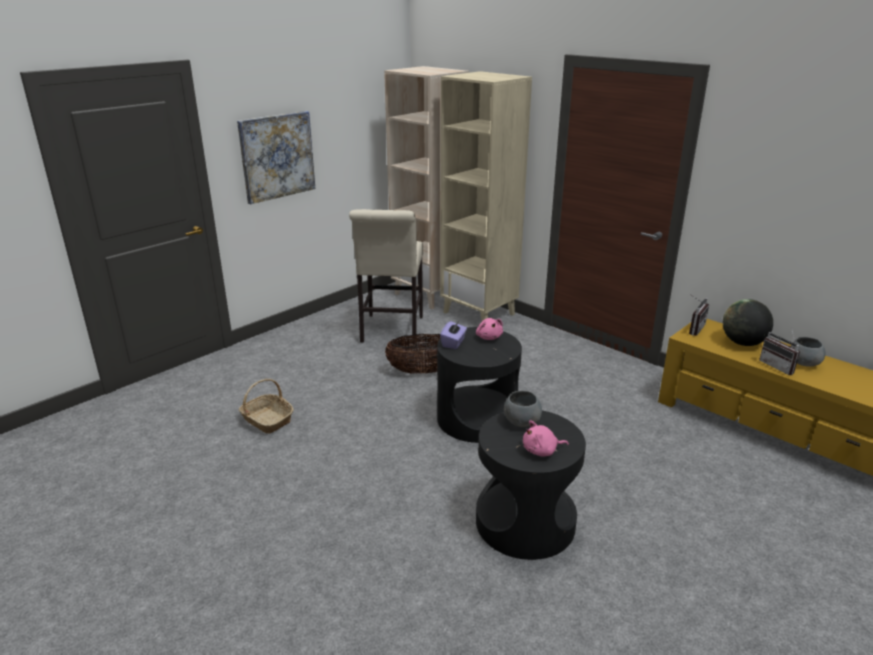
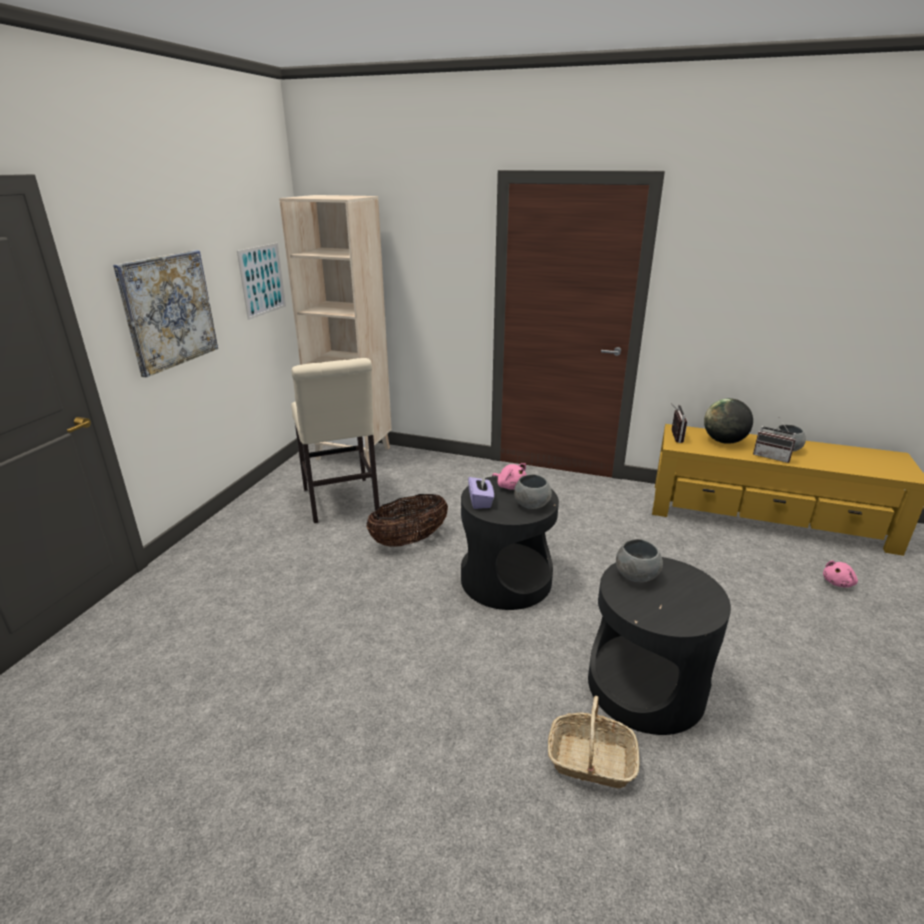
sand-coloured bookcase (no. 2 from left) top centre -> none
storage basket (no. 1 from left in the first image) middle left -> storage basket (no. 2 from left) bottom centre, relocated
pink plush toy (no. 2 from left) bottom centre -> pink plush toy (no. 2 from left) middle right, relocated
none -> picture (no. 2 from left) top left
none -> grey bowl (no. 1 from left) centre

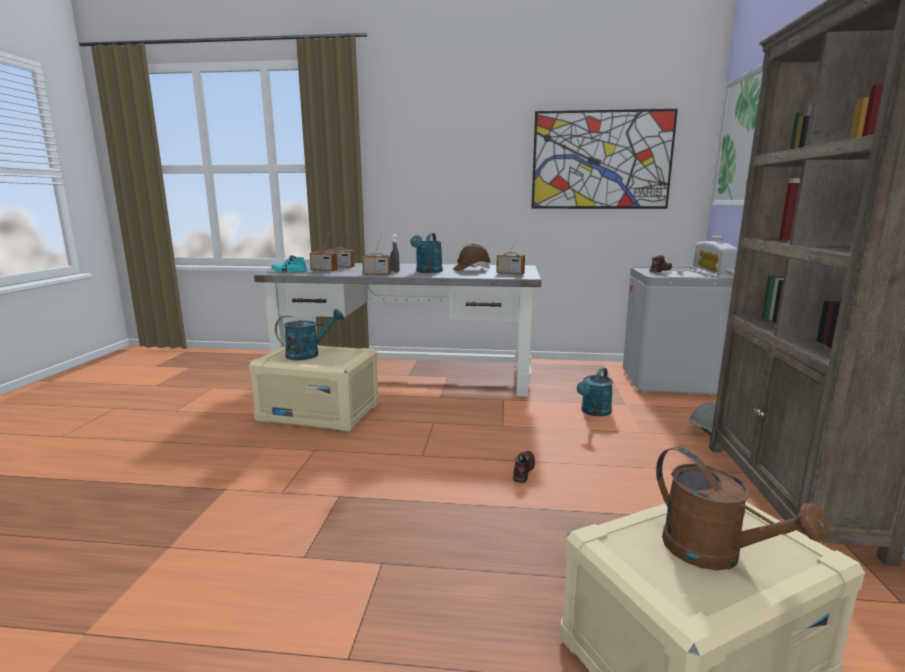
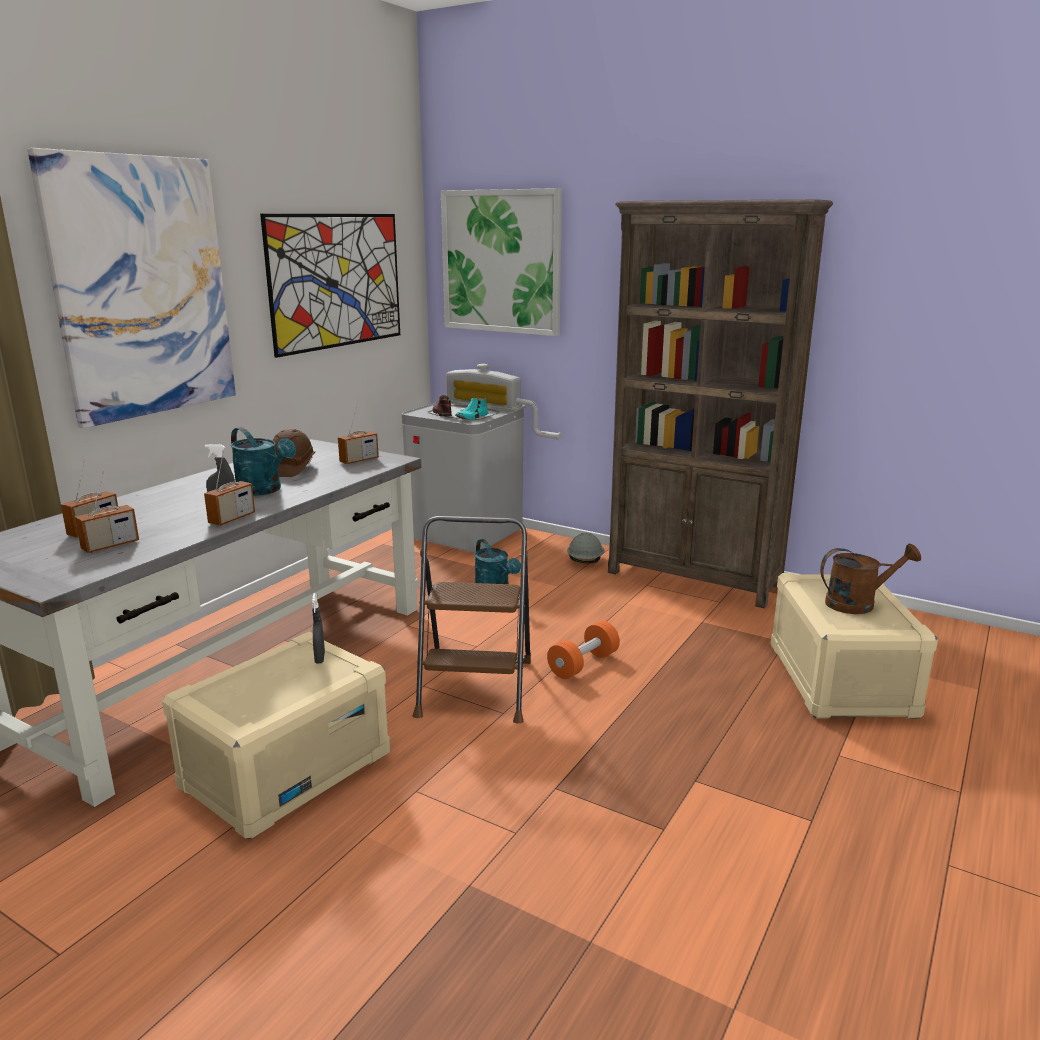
turquoise shoe middle left -> turquoise shoe centre, relocated
turquoise sprinkling can (no. 1 from left) centre -> none
brown shoe (no. 1 from left) bottom centre -> orange-coloured dumbbell centre
none -> picture (no. 1 from left) top left
none -> brown step ladder centre
none -> grey hand sprayer (no. 2 from left) middle left

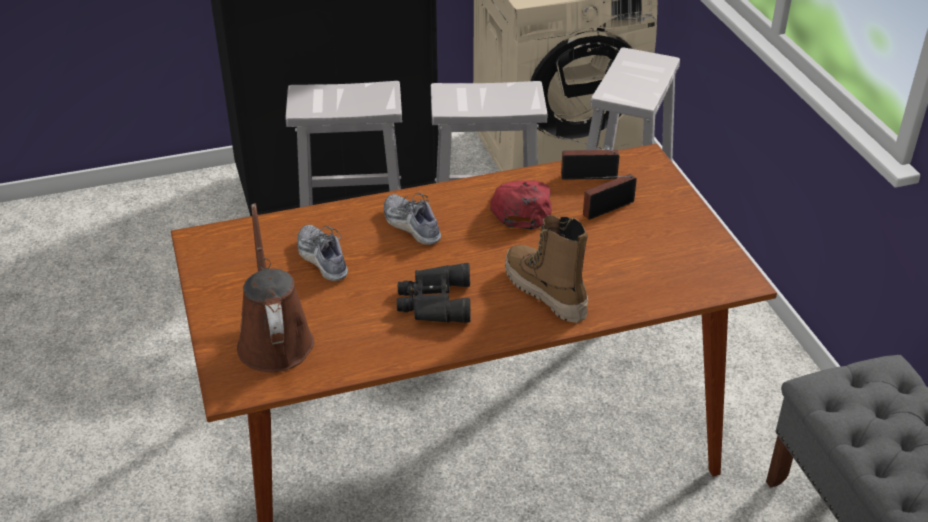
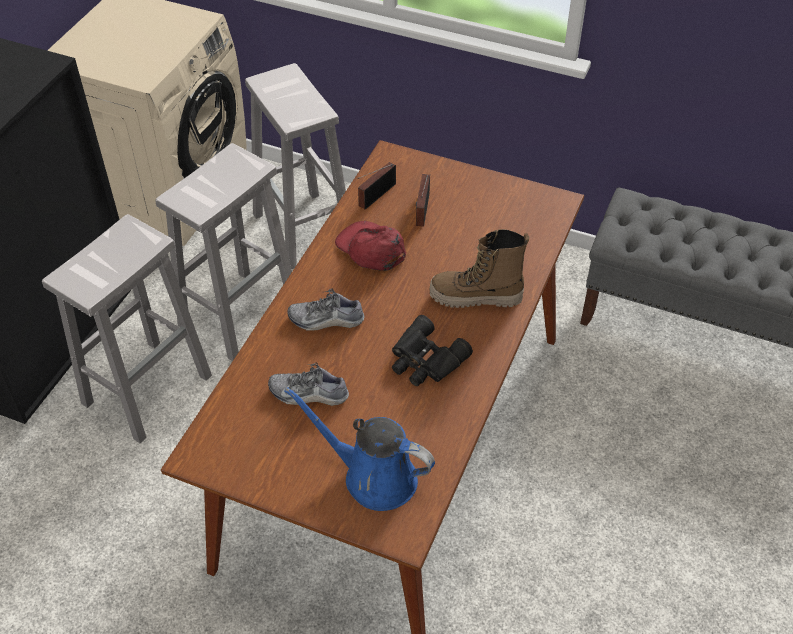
brown sprinkling can middle left -> bluish sprinkling can bottom centre

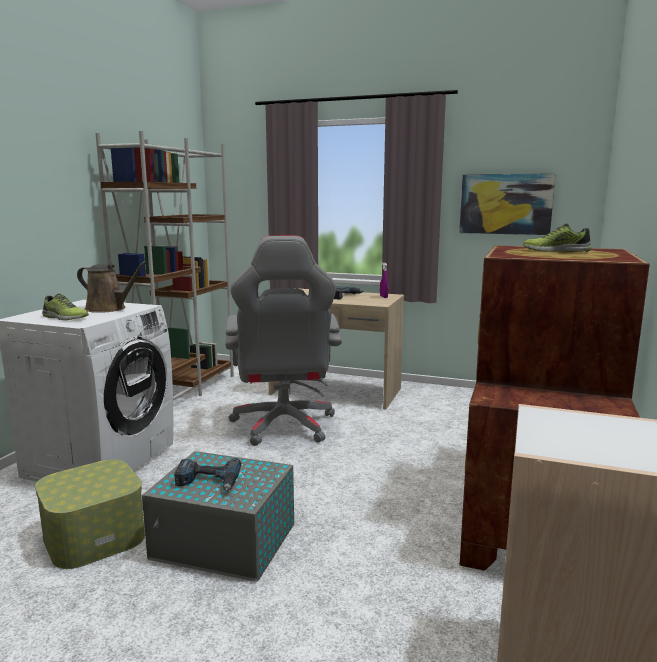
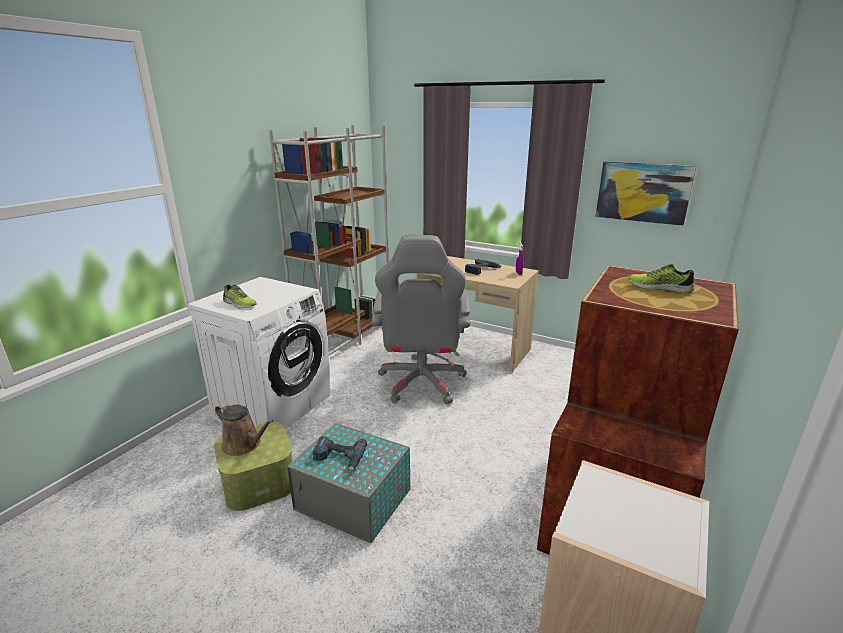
brown sprinkling can middle left -> brown sprinkling can bottom left, relocated

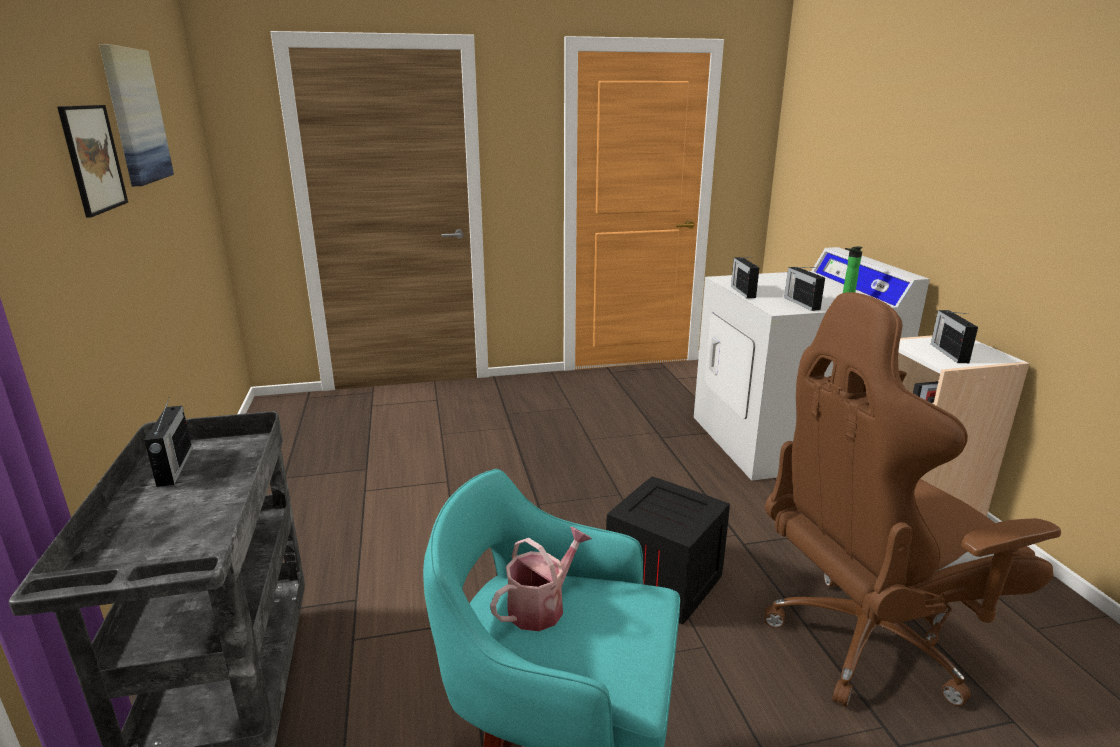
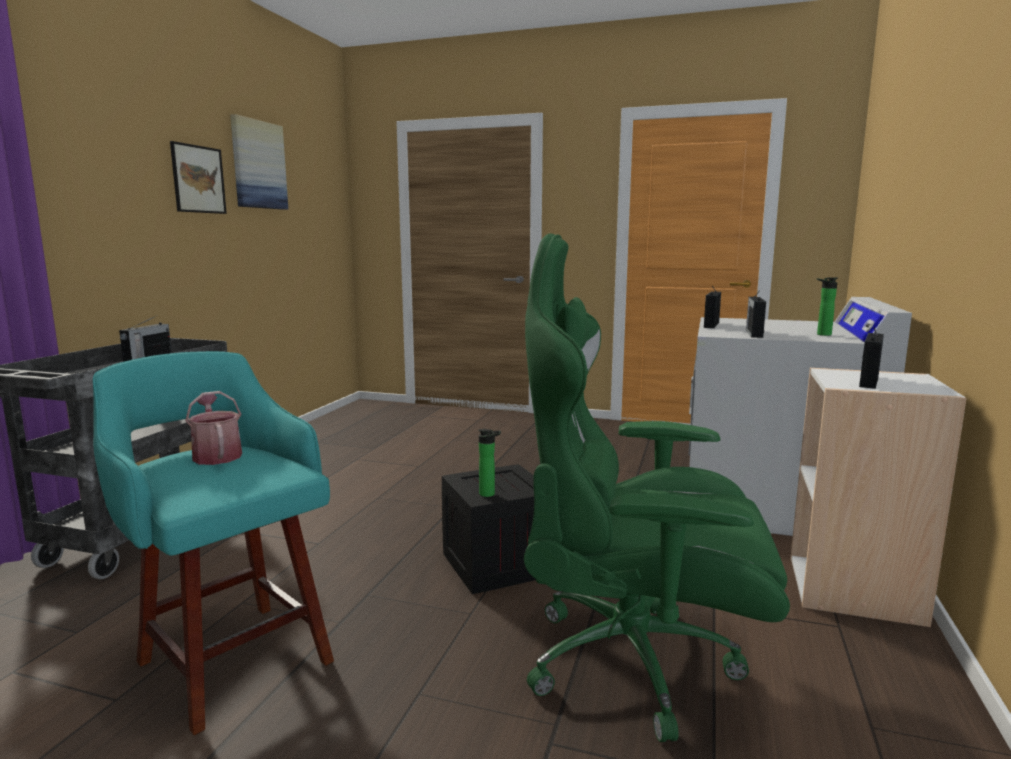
brown office chair bottom right -> greenish office chair centre
sprinkling can bottom centre -> sprinkling can middle left, 105 degrees counterclockwise
none -> bottle (no. 1 from left) centre

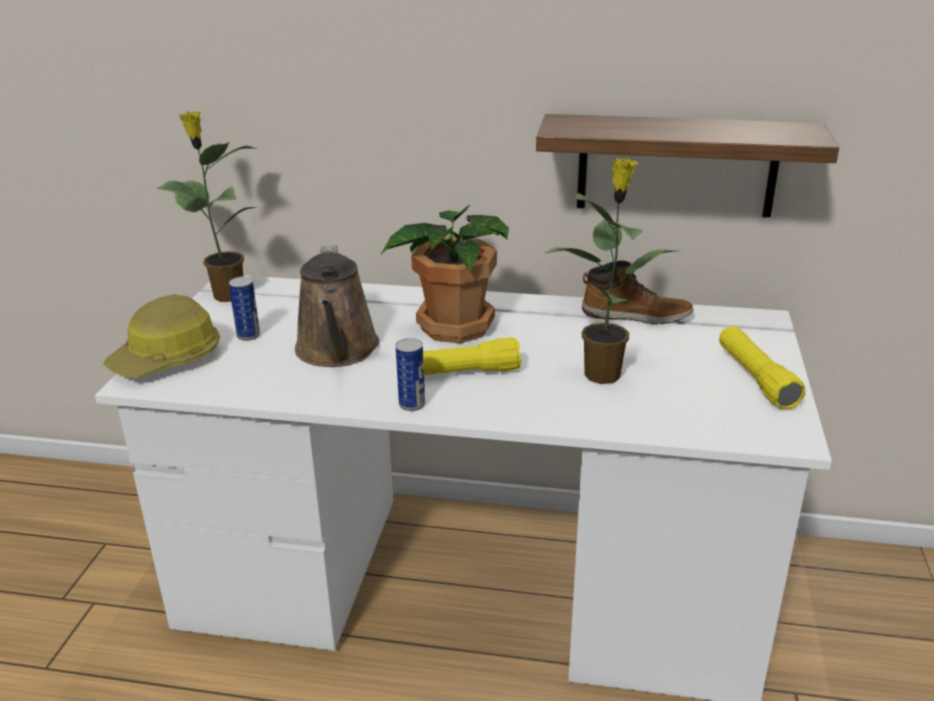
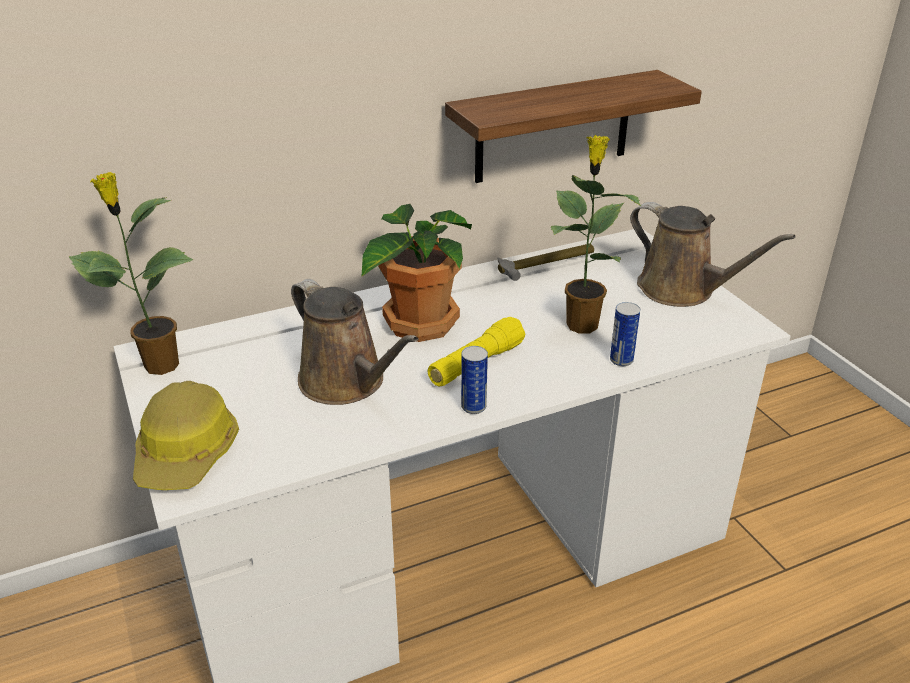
tall boot middle right -> hammer centre
can (no. 1 from left in the first image) middle left -> can (no. 2 from left) middle right, relocated
yellow-coloured hand torch (no. 2 from left) middle right -> brown sprinkling can (no. 2 from left) middle right

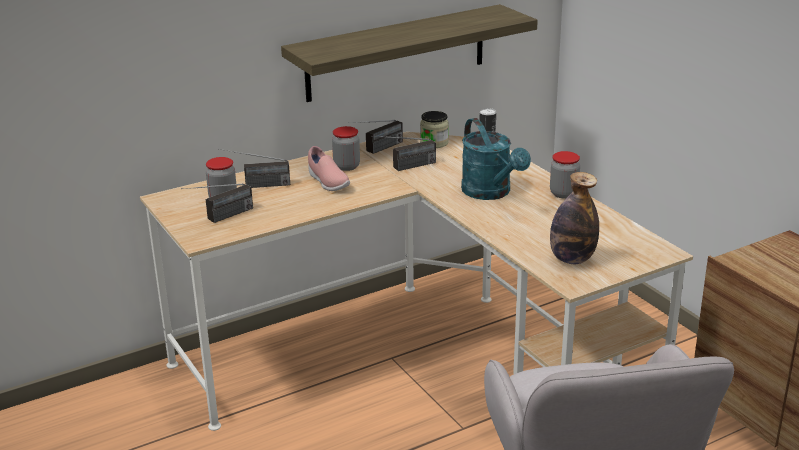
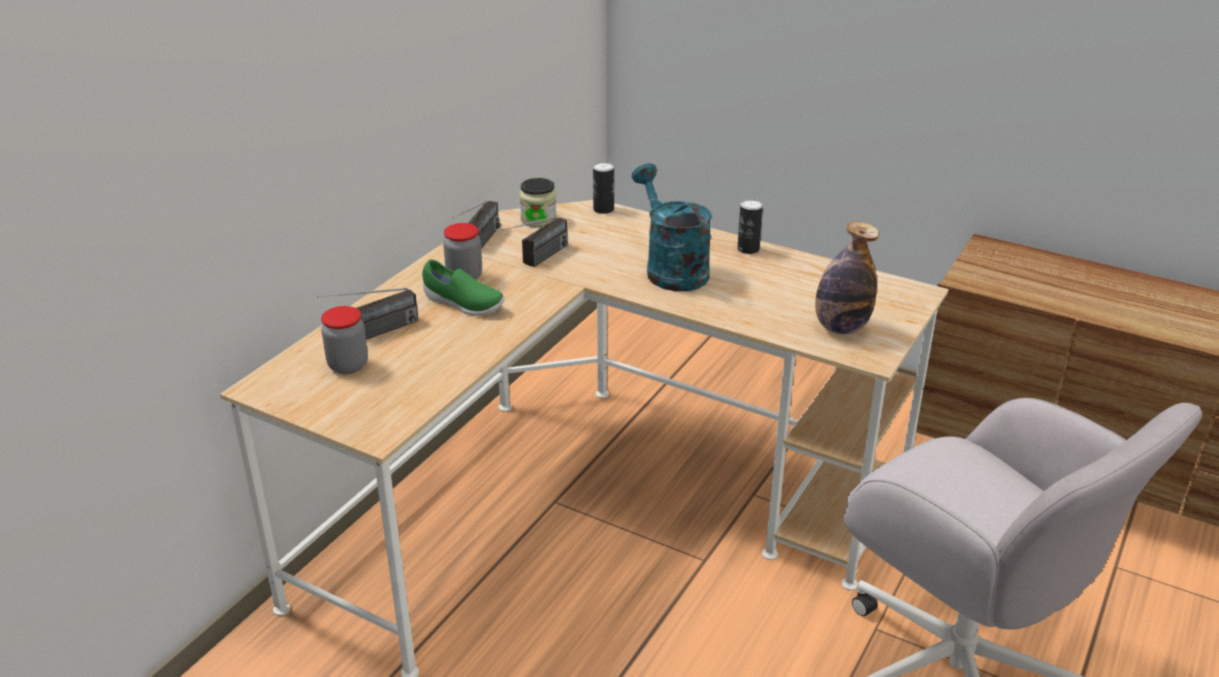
bracket shelf top centre -> none
turquoise sprinkling can centre, 150 degrees counterclockwise
pink shoe centre -> greenish shoe centre
storage jar (no. 4 from left) middle right -> can (no. 2 from left) centre
radio set (no. 1 from left) middle left -> none

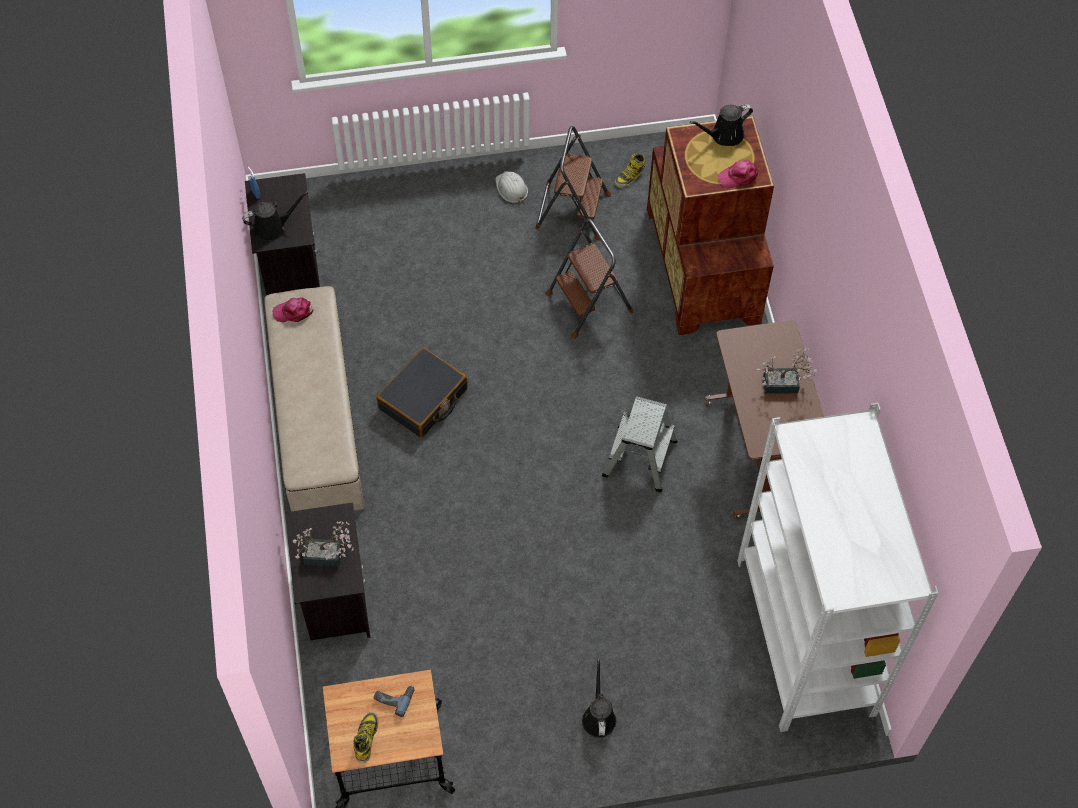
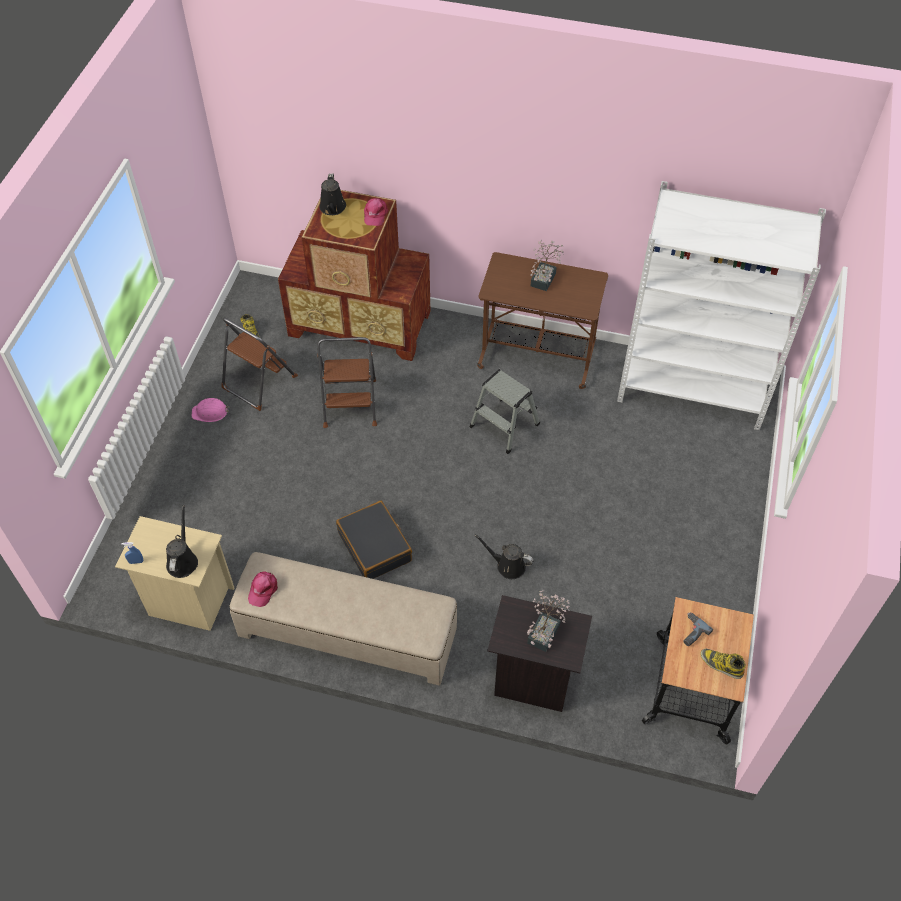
white-coloured work helmet top centre -> pink work helmet middle left
blackish night table (no. 1 from left) top left -> sand-coloured night table middle left
blackish sprinkling can (no. 2 from left in the first image) bottom centre -> blackish sprinkling can (no. 3 from left) centre, relocated

